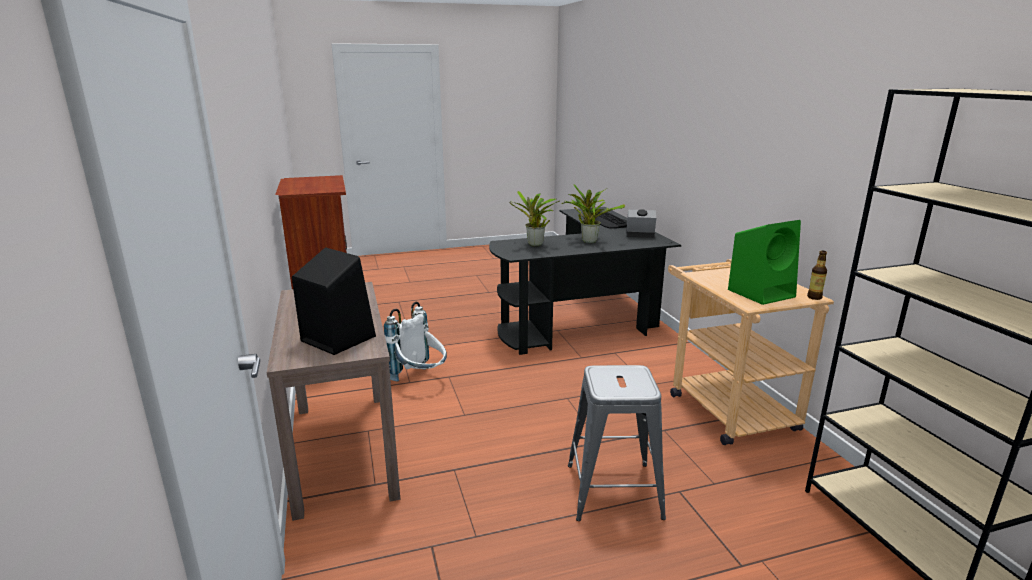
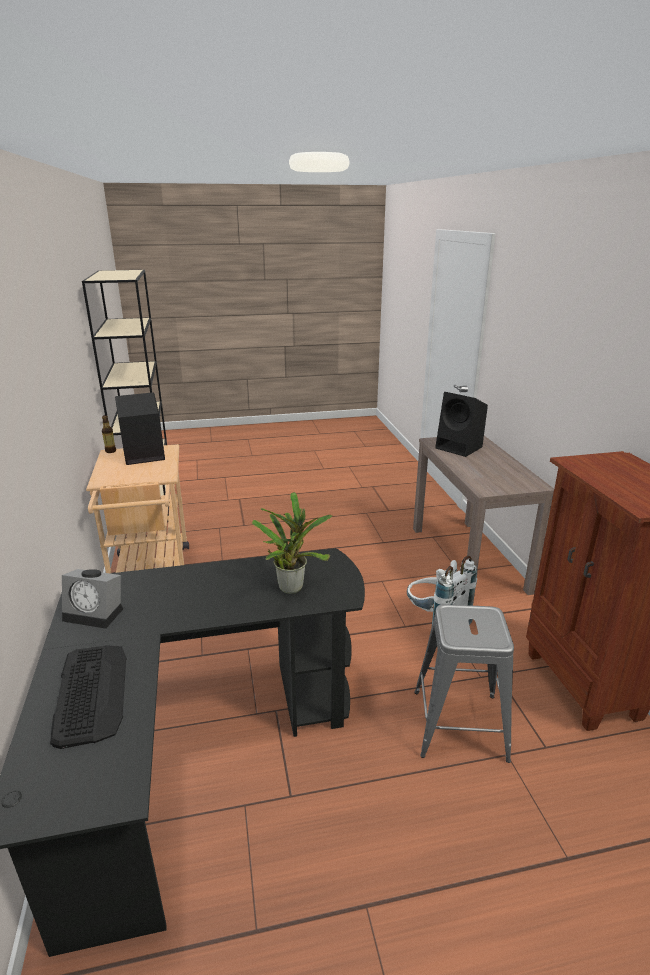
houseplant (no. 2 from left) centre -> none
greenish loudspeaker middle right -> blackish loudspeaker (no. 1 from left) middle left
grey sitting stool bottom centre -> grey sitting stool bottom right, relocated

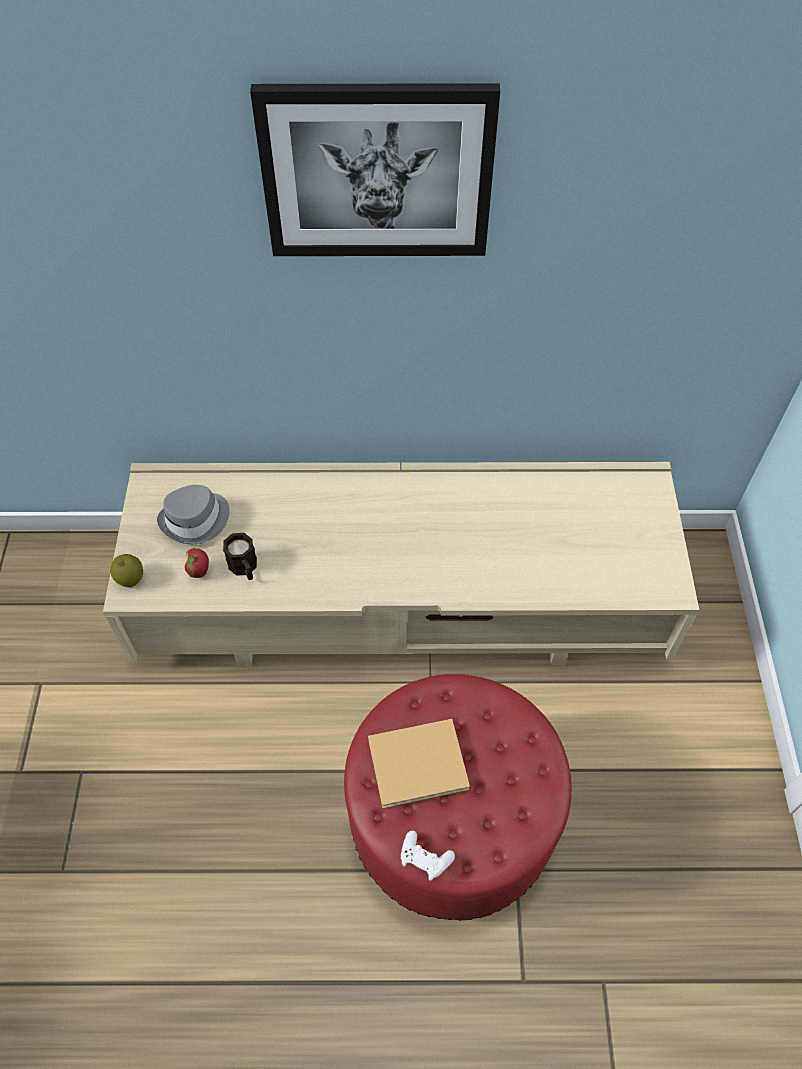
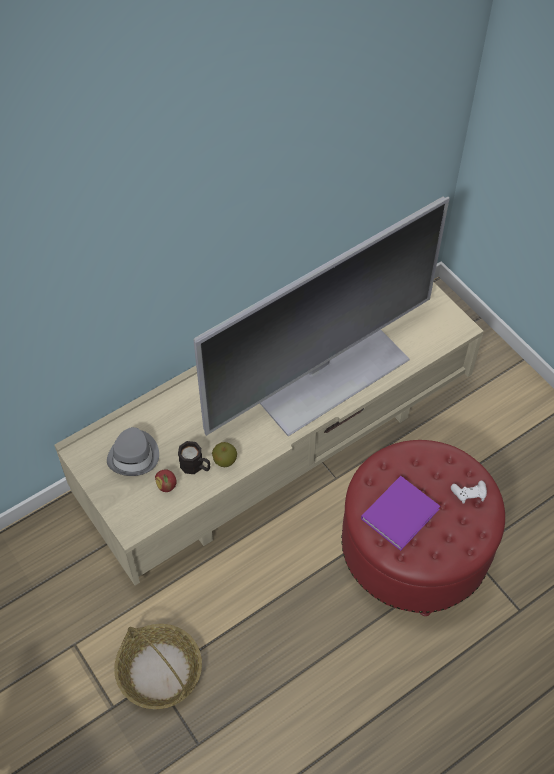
picture top centre -> none
apple fruit (no. 1 from left in the first image) middle left -> apple fruit (no. 2 from left) centre, relocated
sand-coloured book bottom centre -> purple book middle right
white-coloured game controller bottom centre -> white-coloured game controller middle right, relocated
none -> TV centre
none -> storage basket bottom left

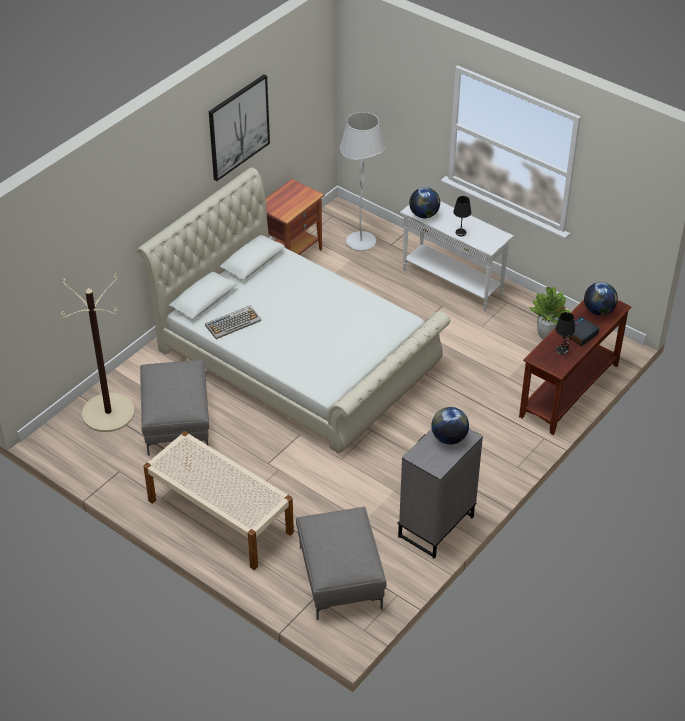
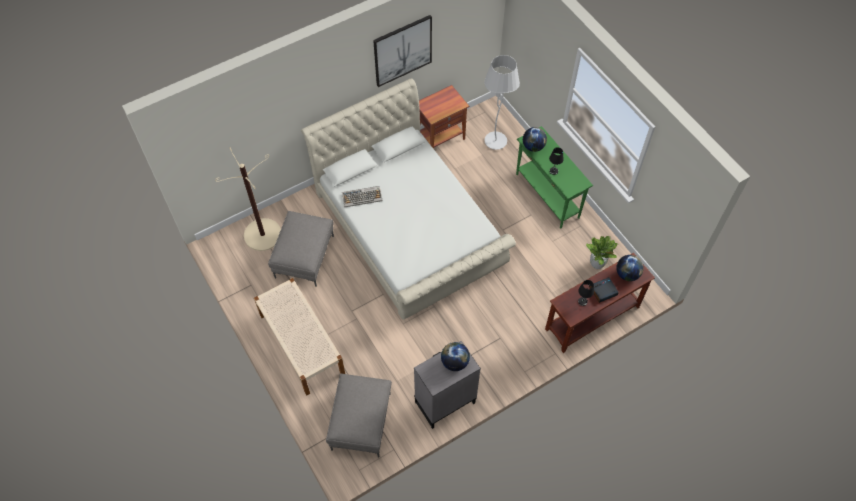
white-coloured console table middle right -> greenish console table centre

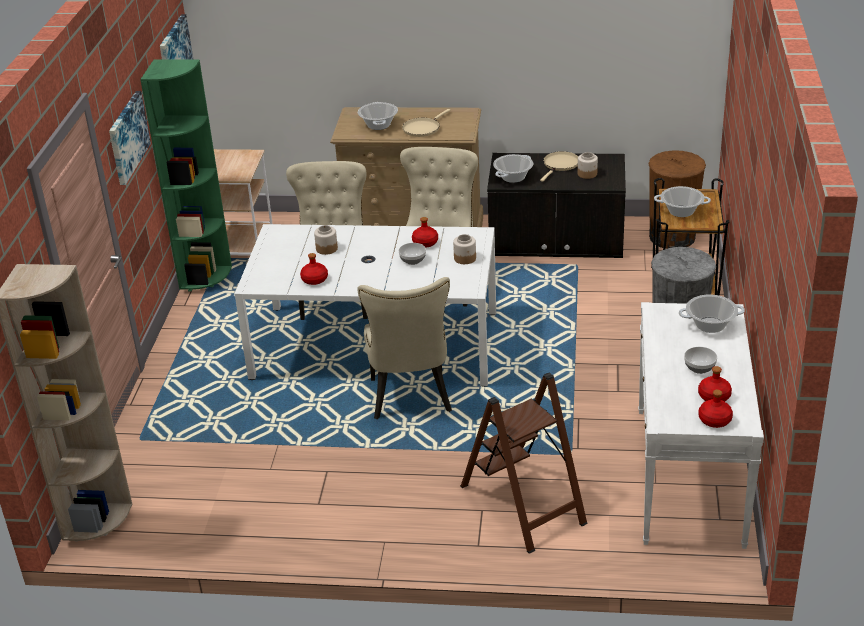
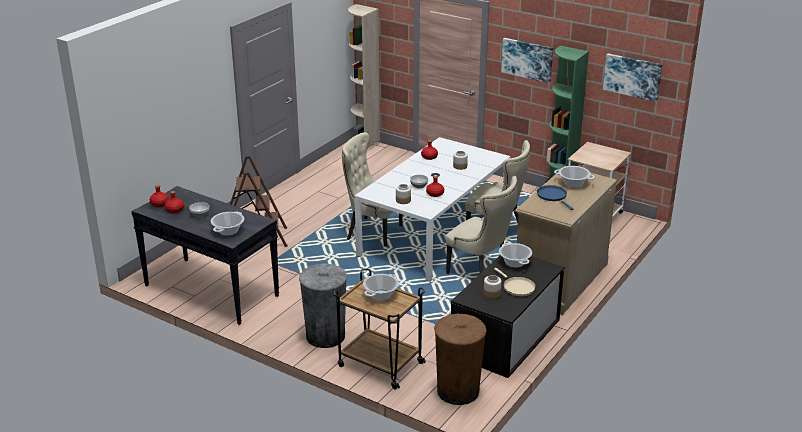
sand-coloured pan (no. 1 from left) top centre -> bluish pan middle right
white-coloured console table bottom right -> blackish console table middle left

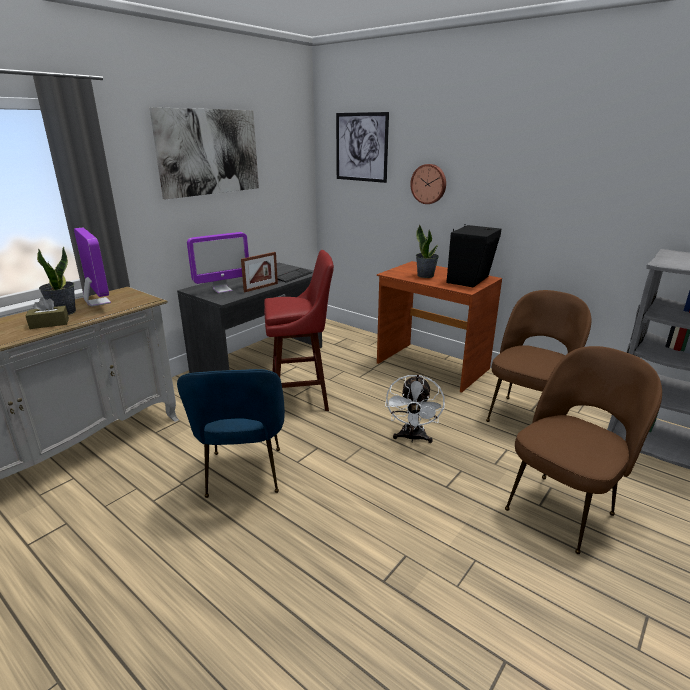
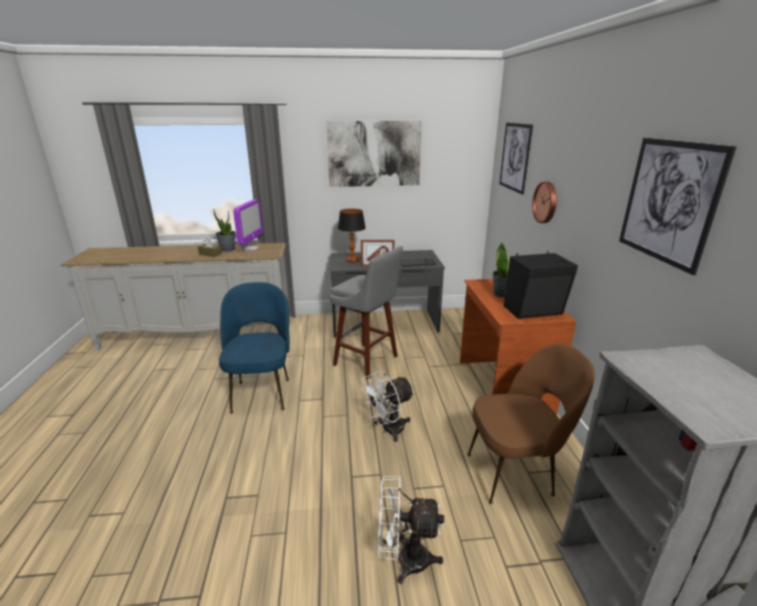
computer display (no. 2 from left) middle left -> lamp for a table centre
red-coloured sitting stool centre -> grey sitting stool centre
brown upright chair (no. 2 from left) middle right -> white-coloured electric fan (no. 2 from left) bottom centre
bluish upright chair centre, 135 degrees clockwise
none -> picture (no. 3 from left) middle right

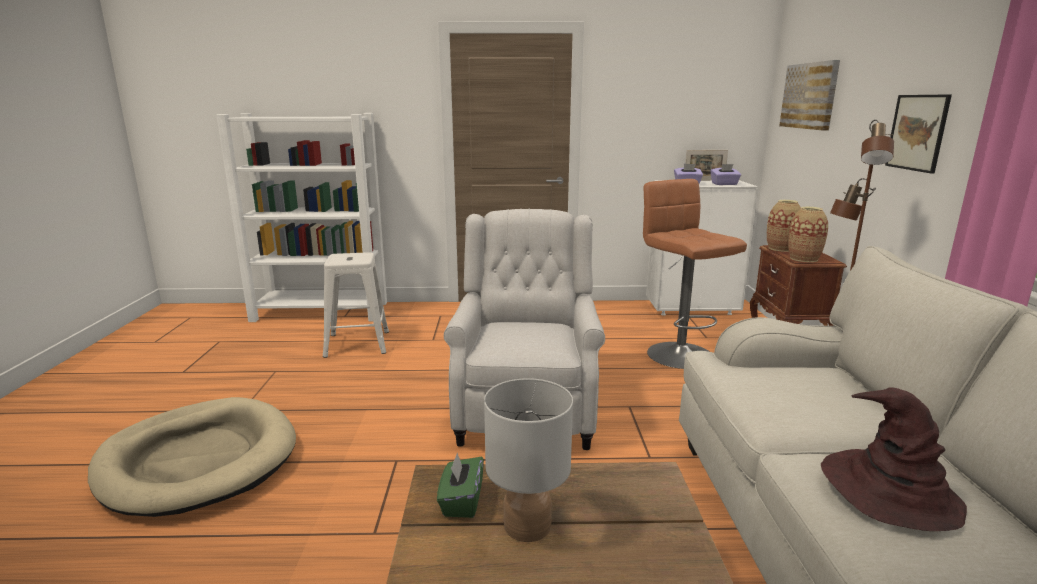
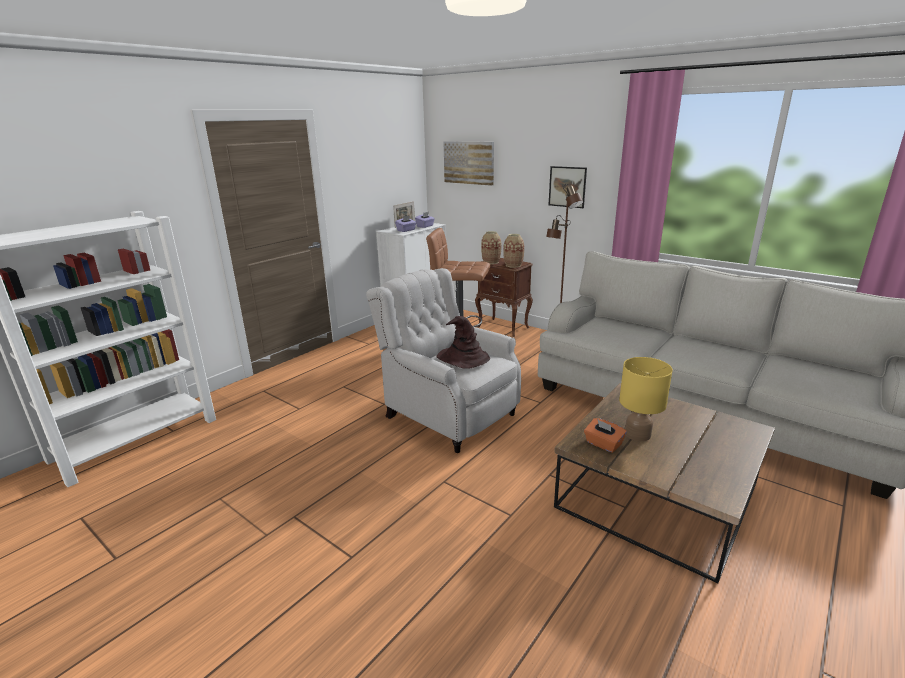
white-coloured sitting stool centre -> none
grey lamp for a table bottom centre -> yellow-coloured lamp for a table middle right
brown clothing hat bottom right -> brown clothing hat centre, relocated
sand-coloured dog cushion bottom left -> none
greenish tissue holder bottom centre -> orange-coloured tissue holder middle right

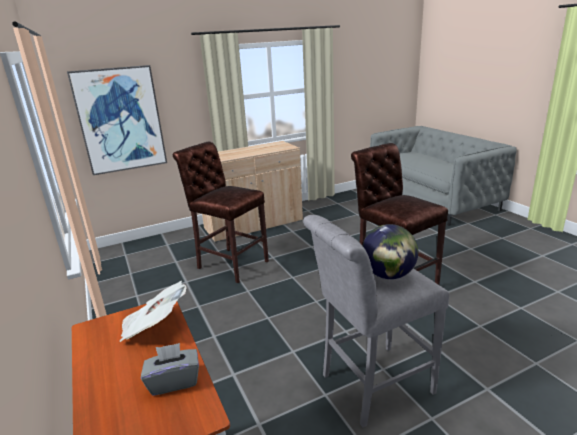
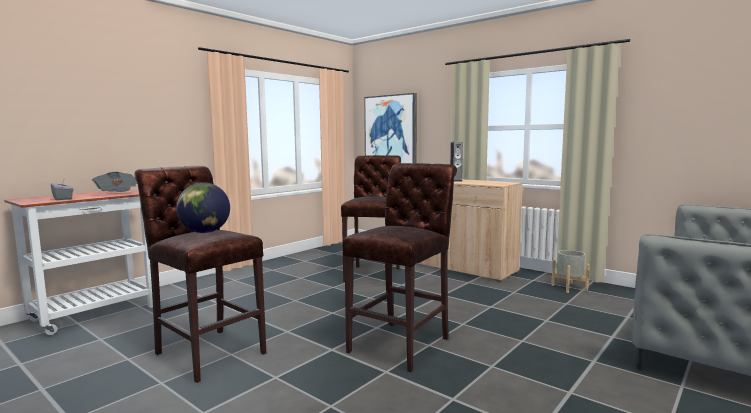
grey sitting stool bottom centre -> brown sitting stool (no. 1 from left) middle left
none -> loudspeaker centre
none -> grey plant pot middle right

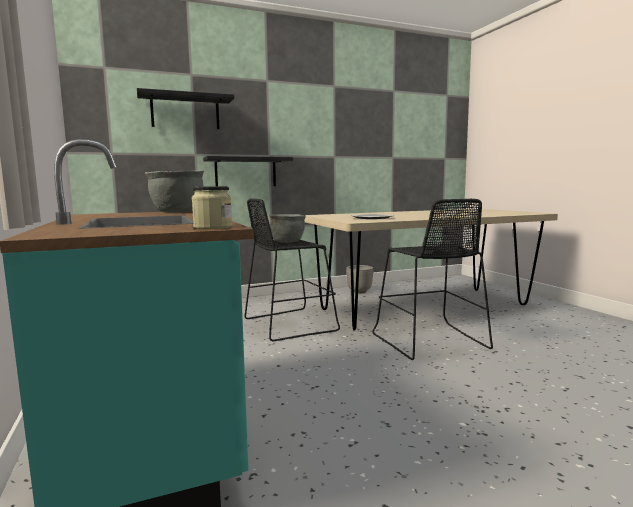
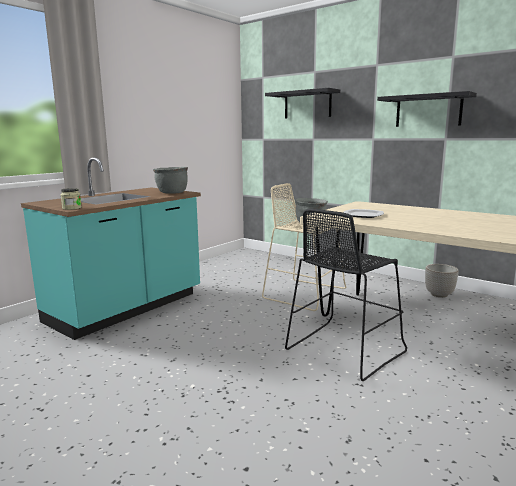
blackish bracket shelf (no. 2 from left) centre -> blackish bracket shelf (no. 2 from left) top right, relocated
blackish sitting stool (no. 1 from left) centre -> sand-coloured sitting stool centre

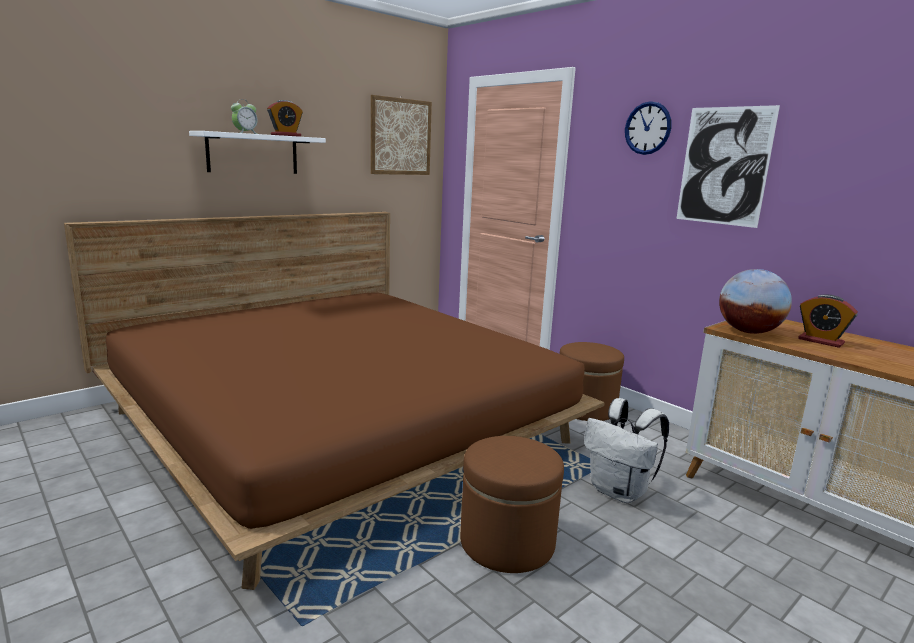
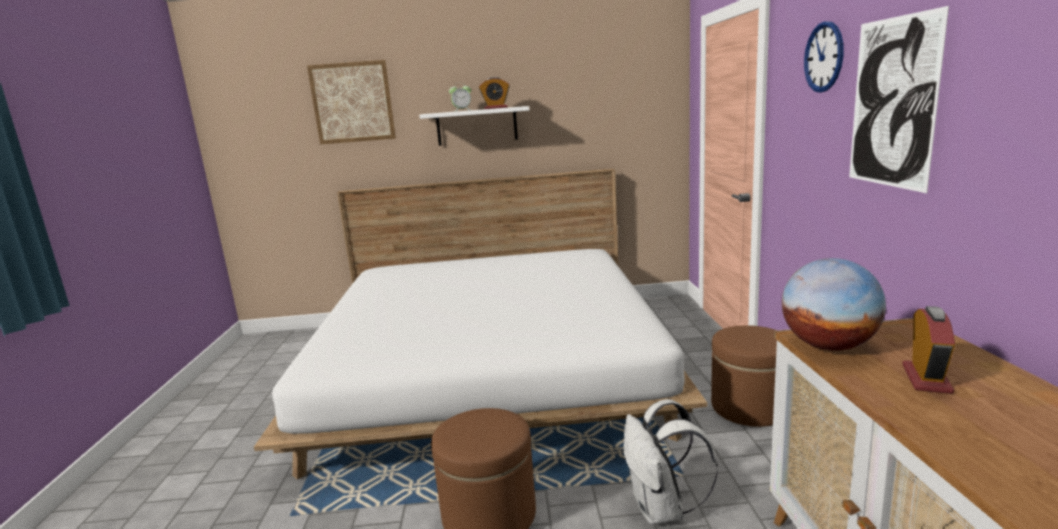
picture (no. 1 from left) top centre -> picture (no. 1 from left) top left, relocated
brown bed centre -> white-coloured bed centre
bedside clock (no. 3 from left) middle right, 150 degrees counterclockwise

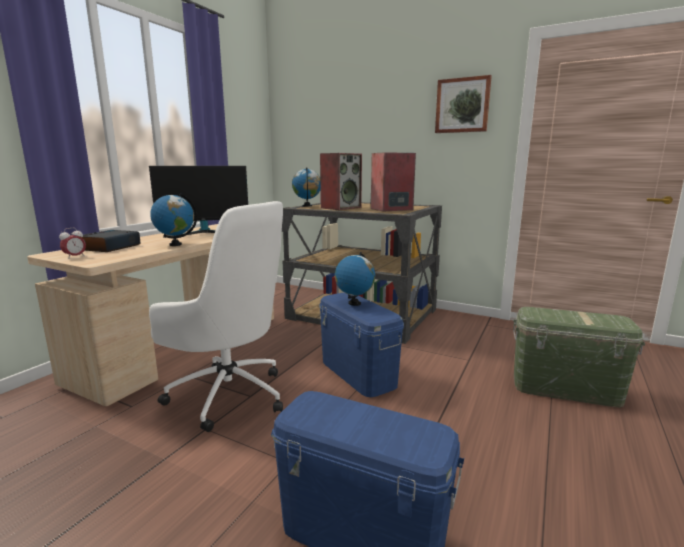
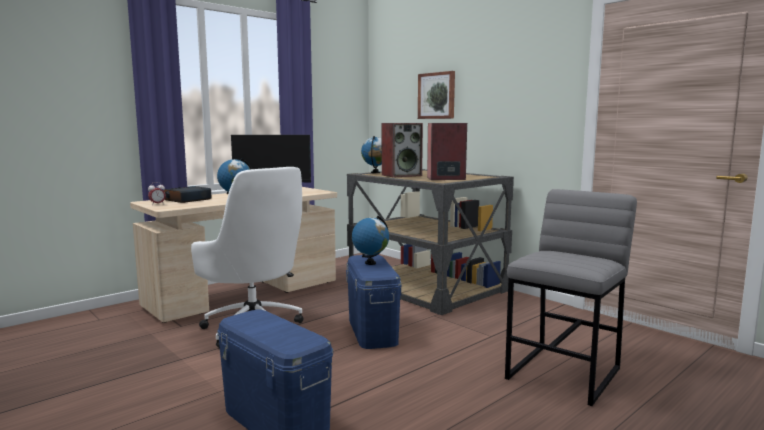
picture top right -> picture top centre, relocated
greenish storage bin middle right -> grey upright chair bottom right

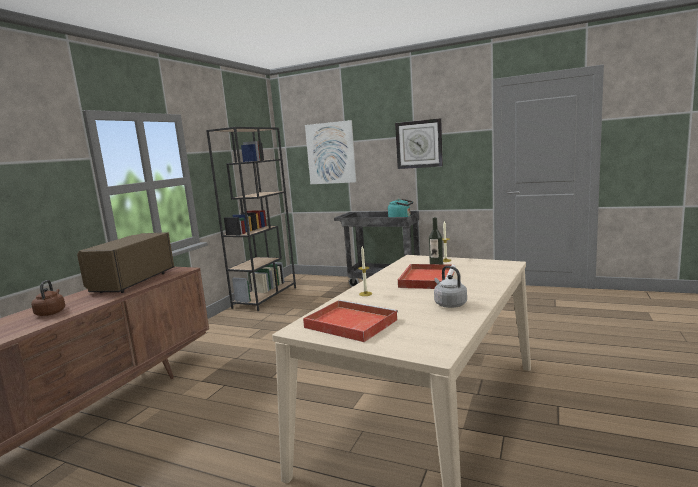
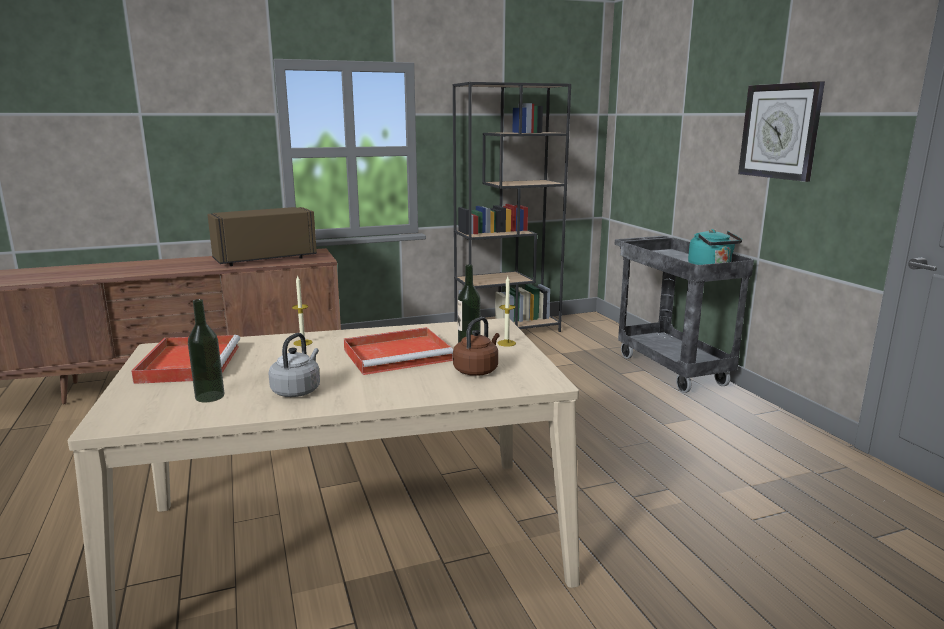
picture top centre -> none
brown water kettle middle left -> brown water kettle centre, relocated
none -> bottle (no. 1 from left) middle left

